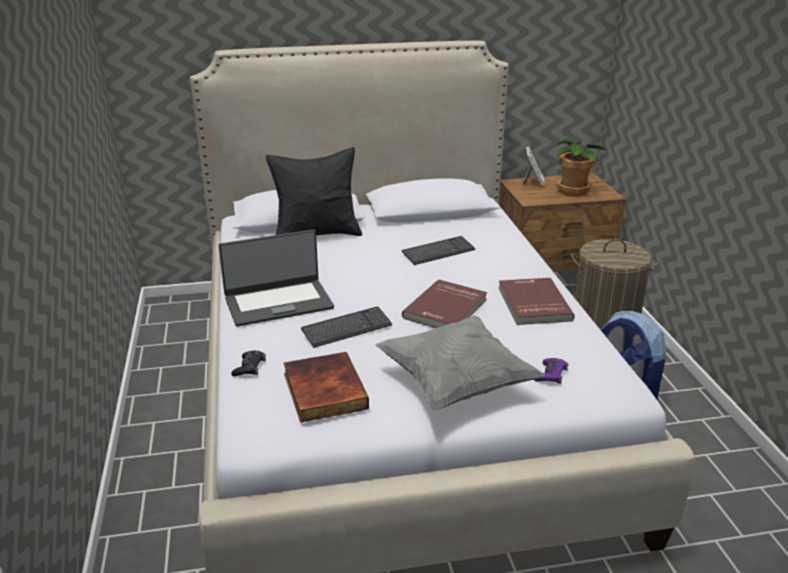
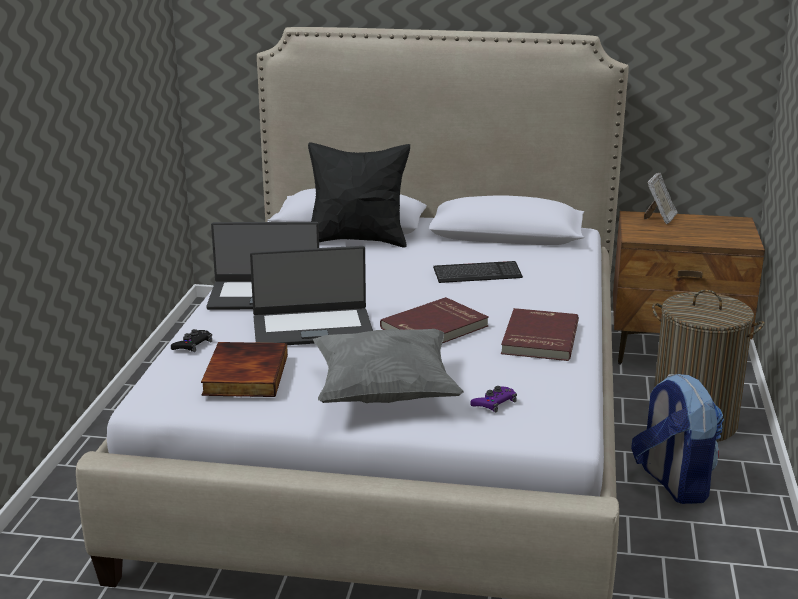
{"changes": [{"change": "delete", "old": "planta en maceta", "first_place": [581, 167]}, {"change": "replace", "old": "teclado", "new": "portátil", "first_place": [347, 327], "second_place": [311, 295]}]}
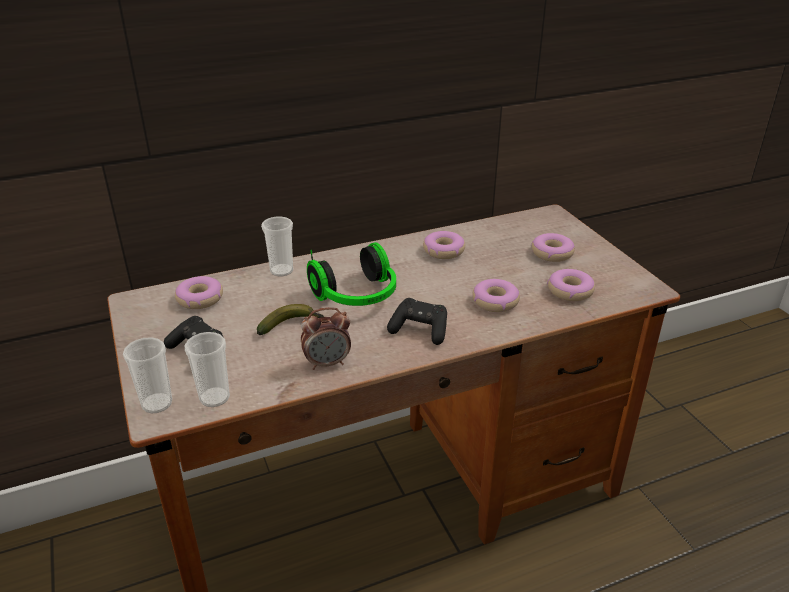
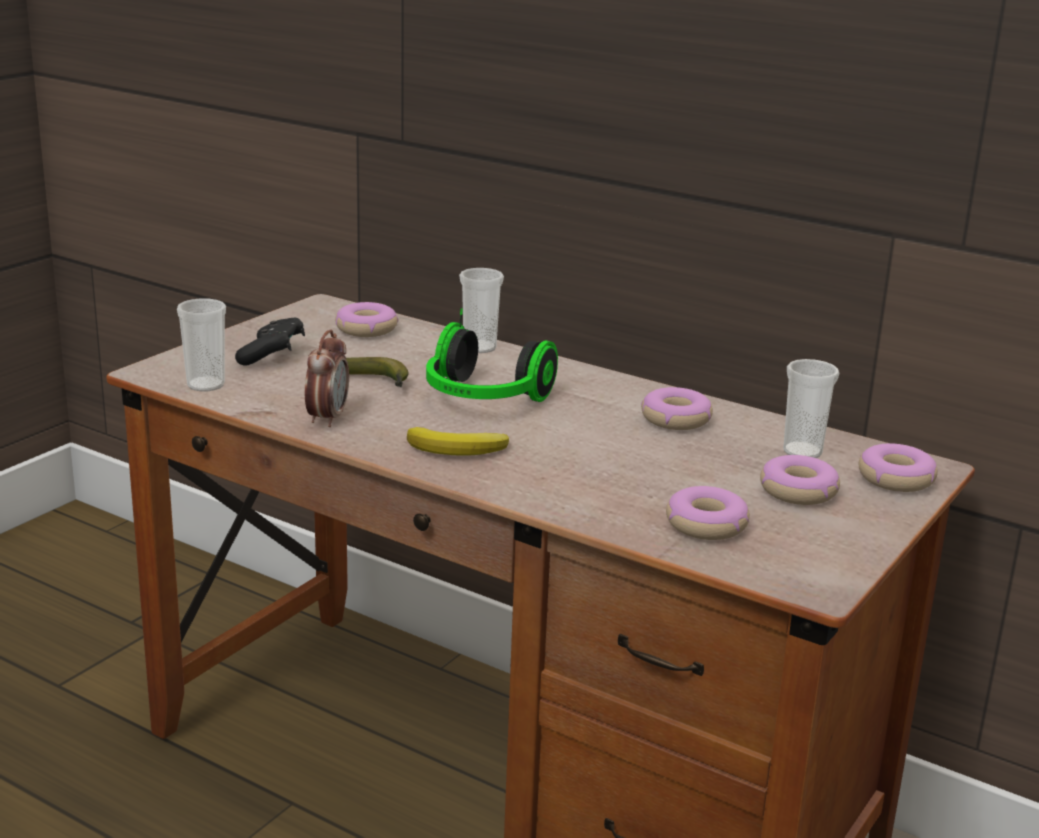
{"changes": [{"change": "move", "old": "rosquilla", "first_place": [496, 295], "second_place": [898, 467]}, {"change": "replace", "old": "mando de consola [negro]", "new": "plátano", "first_place": [417, 321], "second_place": [458, 441]}, {"change": "rotate", "old": "despertador", "first_place": [326, 338], "second_place": [327, 378], "degrees": -120}, {"change": "move", "old": "taza", "first_place": [147, 375], "second_place": [811, 408]}]}
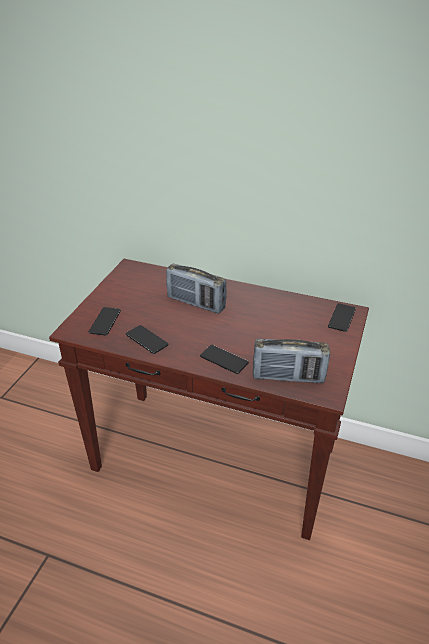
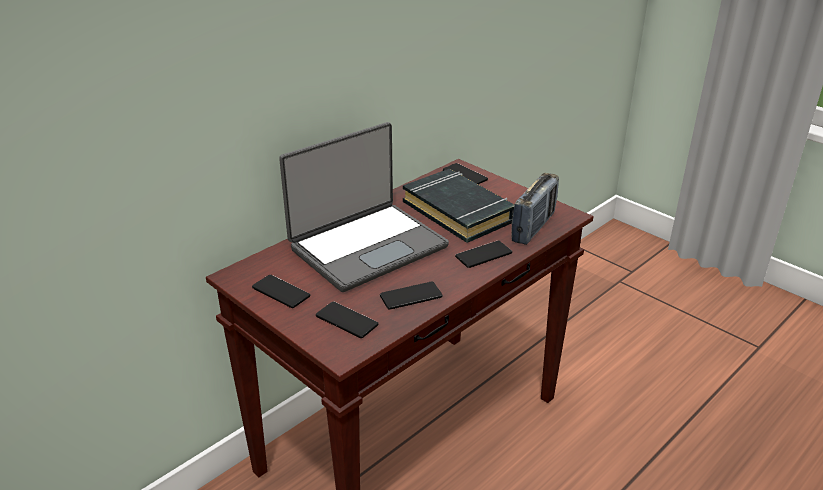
{"changes": [{"change": "replace", "old": "radio", "new": "portátil", "first_place": [196, 288], "second_place": [364, 207]}, {"change": "insert", "new": "libro [negro]", "second_place": [459, 206]}, {"change": "insert", "new": "móvil", "second_place": [281, 291]}]}
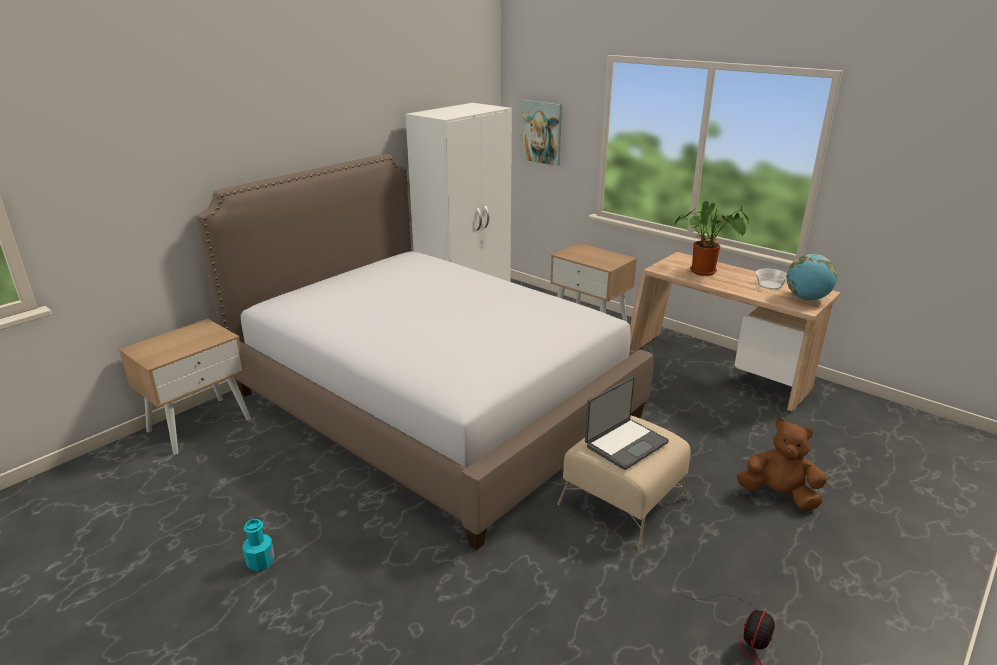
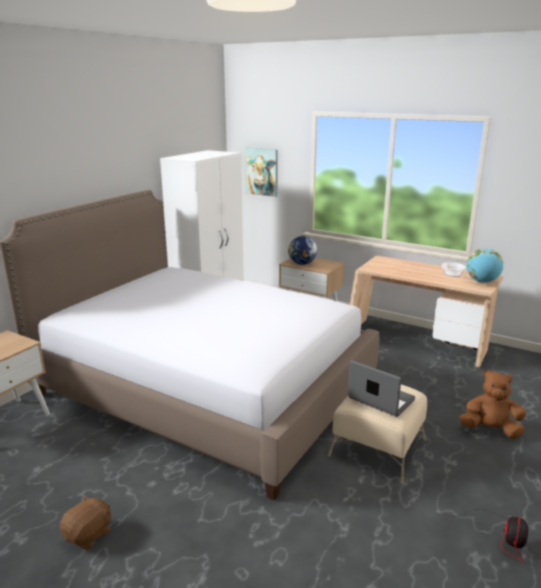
{"changes": [{"change": "delete", "old": "planta en maceta", "first_place": [712, 238]}, {"change": "rotate", "old": "portátil", "first_place": [627, 423], "second_place": [381, 388], "degrees": -90}, {"change": "replace", "old": "botella [turquesa]", "new": "peluche [marrón]", "first_place": [258, 545], "second_place": [85, 522]}, {"change": "insert", "new": "globo terráqueo", "second_place": [302, 250]}]}
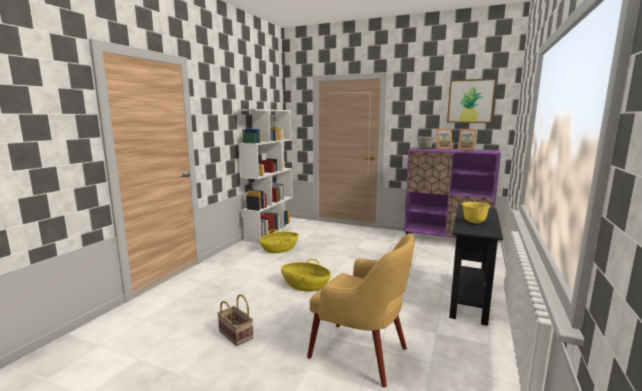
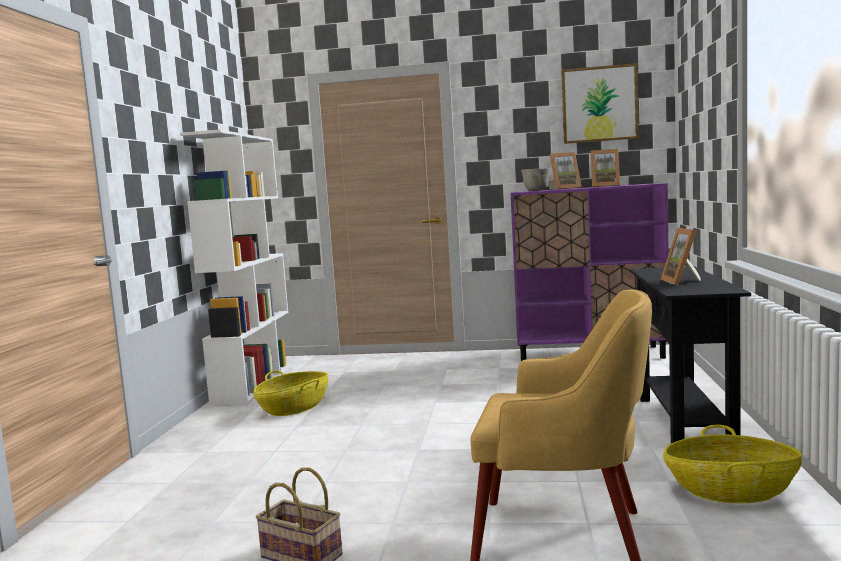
{"changes": [{"change": "replace", "old": "cuenco [amarillo]", "new": "portarretratos", "first_place": [476, 212], "second_place": [681, 256]}, {"change": "move", "old": "cesta", "first_place": [306, 275], "second_place": [732, 464]}]}
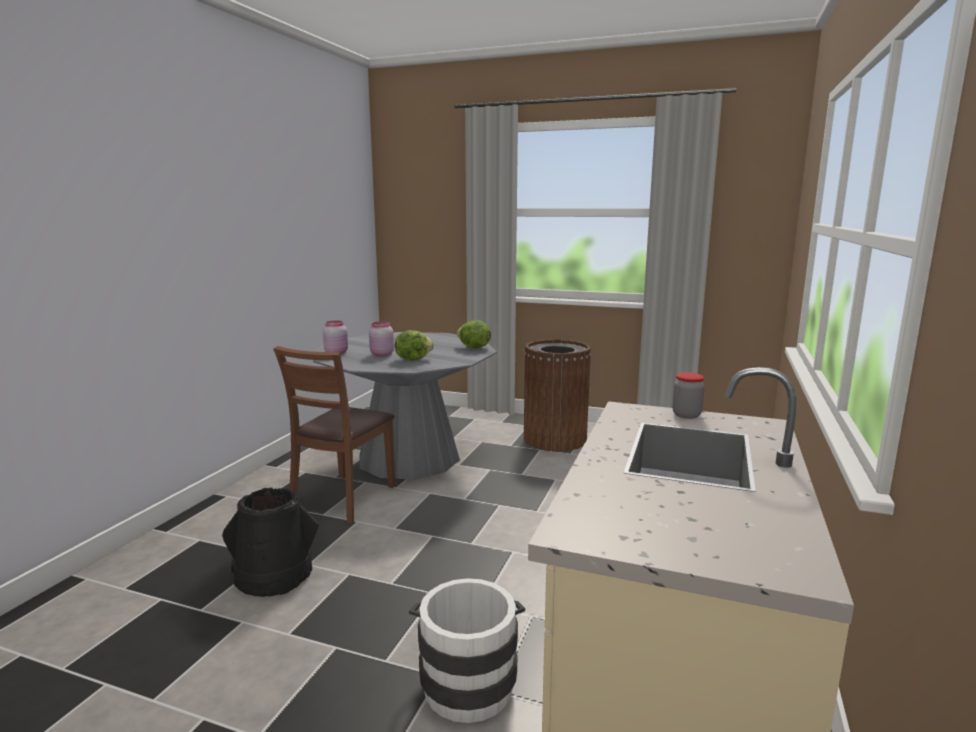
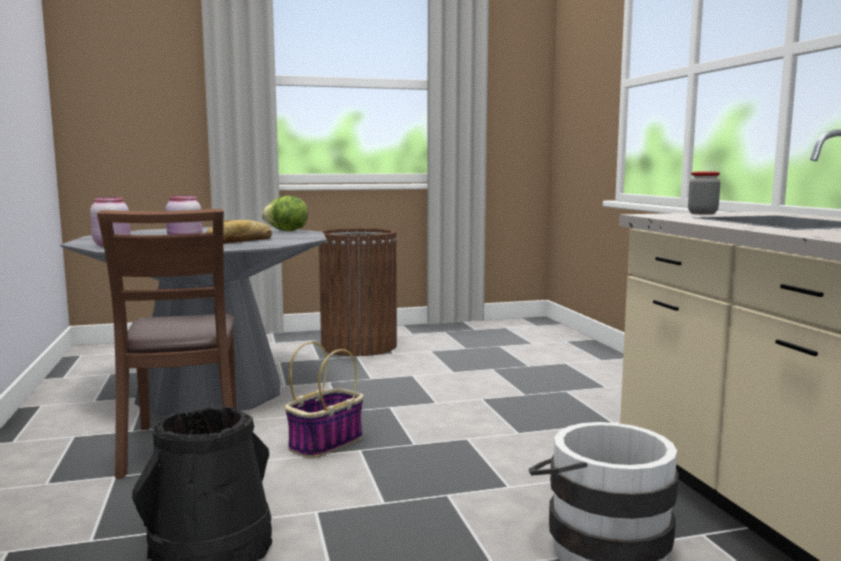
{"changes": [{"change": "replace", "old": "lechuga", "new": "pan", "first_place": [414, 345], "second_place": [239, 232]}, {"change": "insert", "new": "cesta", "second_place": [324, 400]}]}
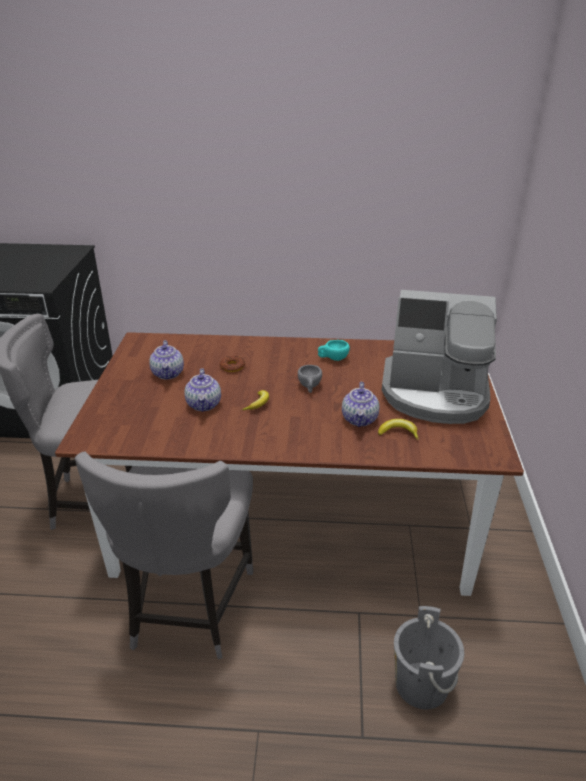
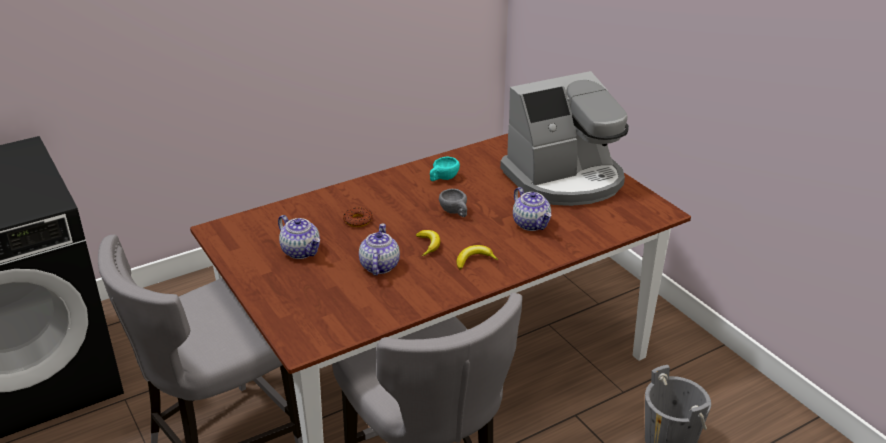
{"changes": [{"change": "rotate", "old": "tetera", "first_place": [202, 390], "second_place": [379, 250], "degrees": -135}, {"change": "move", "old": "plátano", "first_place": [398, 429], "second_place": [477, 257]}]}
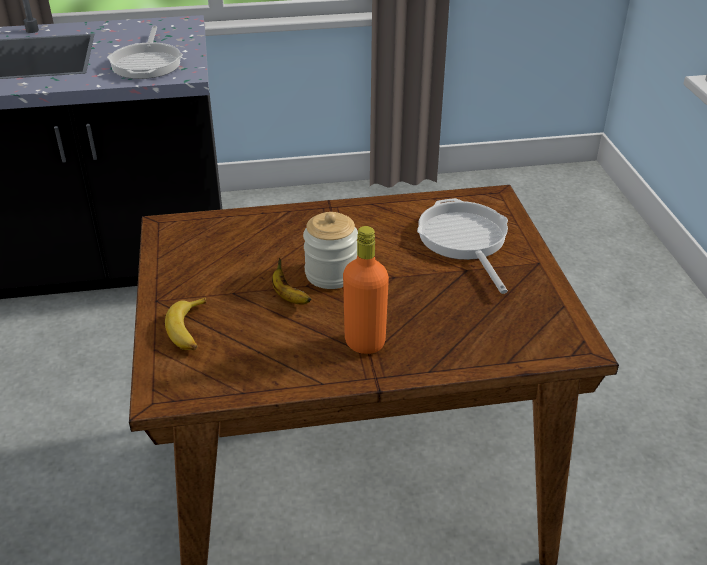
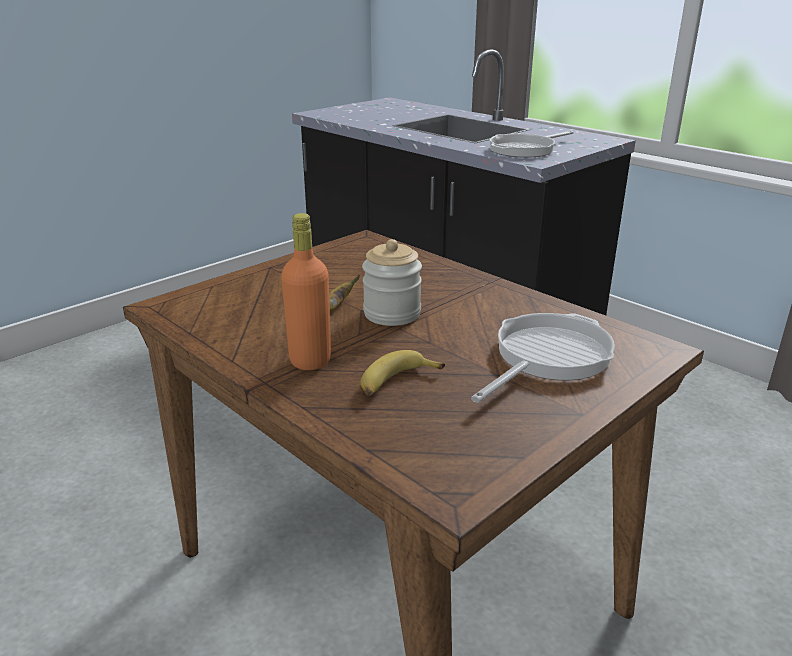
{"changes": [{"change": "move", "old": "plátano", "first_place": [185, 323], "second_place": [402, 373]}]}
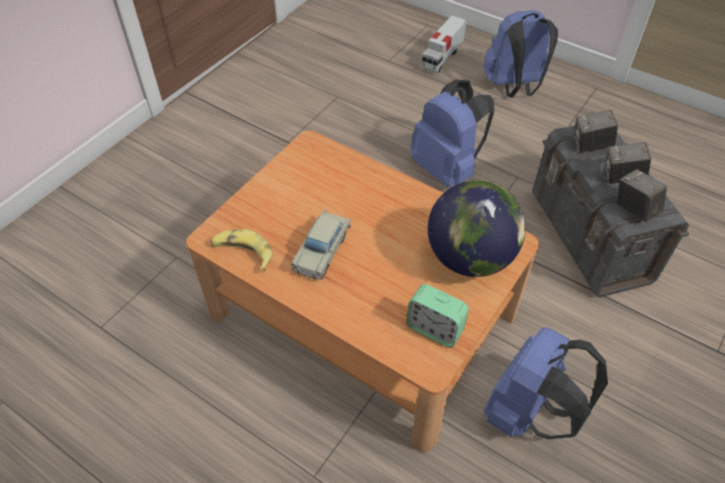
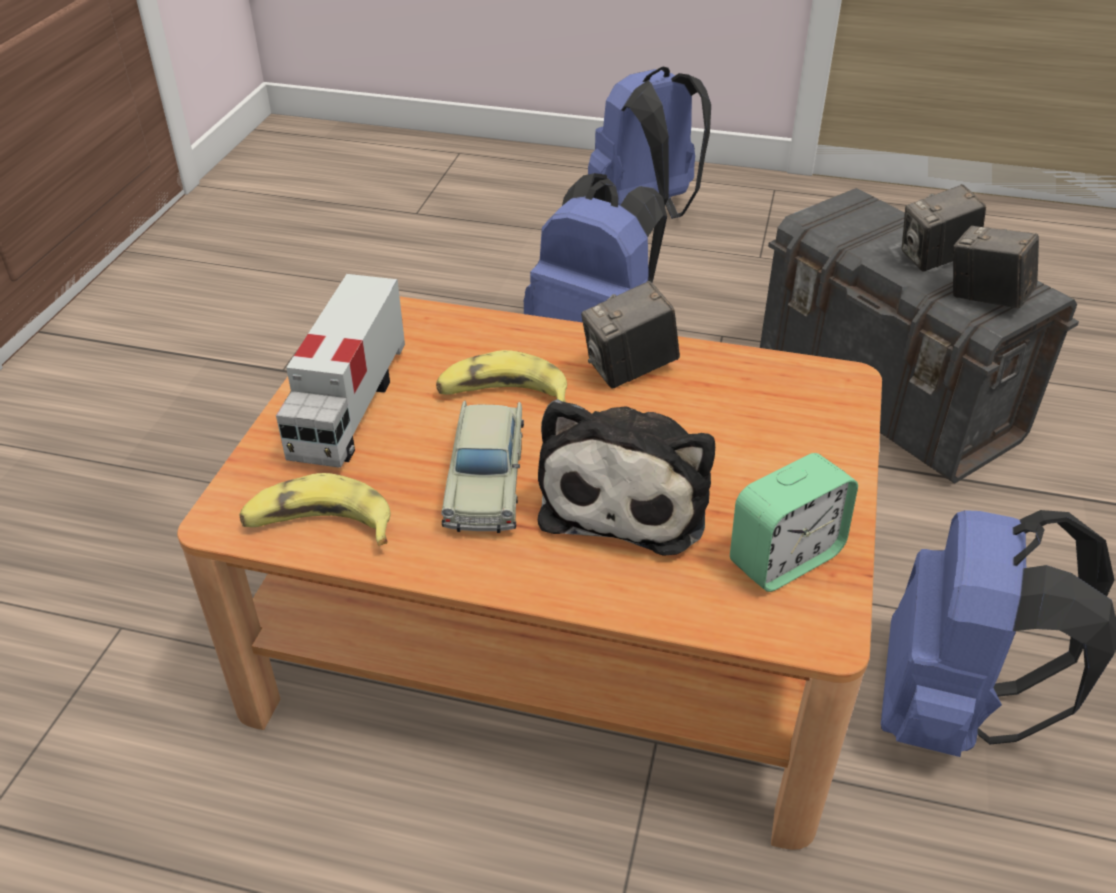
{"changes": [{"change": "move", "old": "camión de juguete", "first_place": [444, 45], "second_place": [340, 371]}, {"change": "move", "old": "cámara", "first_place": [595, 131], "second_place": [630, 334]}, {"change": "delete", "old": "globo terráqueo", "first_place": [477, 228]}, {"change": "rotate", "old": "despertador", "first_place": [438, 316], "second_place": [794, 522], "degrees": -45}, {"change": "insert", "new": "plátano", "second_place": [501, 376]}, {"change": "insert", "new": "peluche", "second_place": [626, 477]}]}
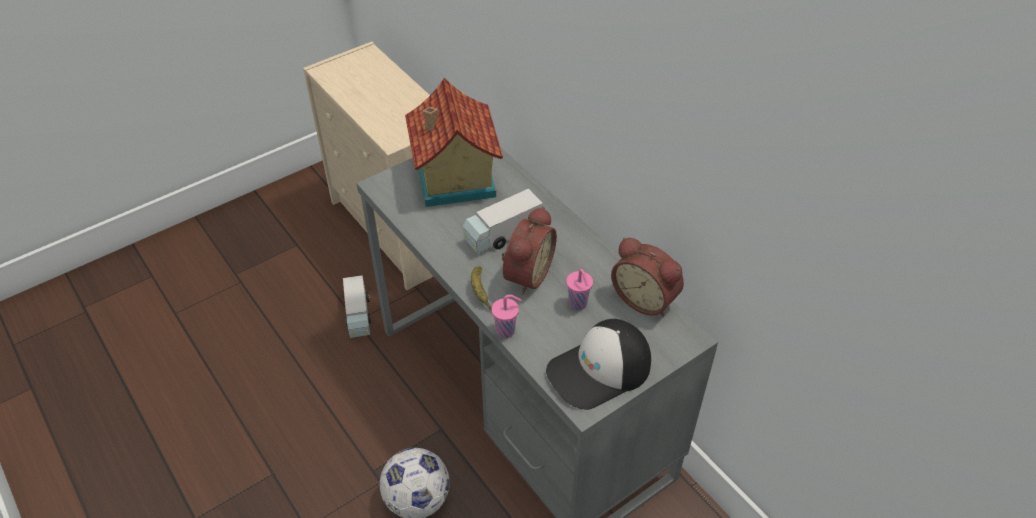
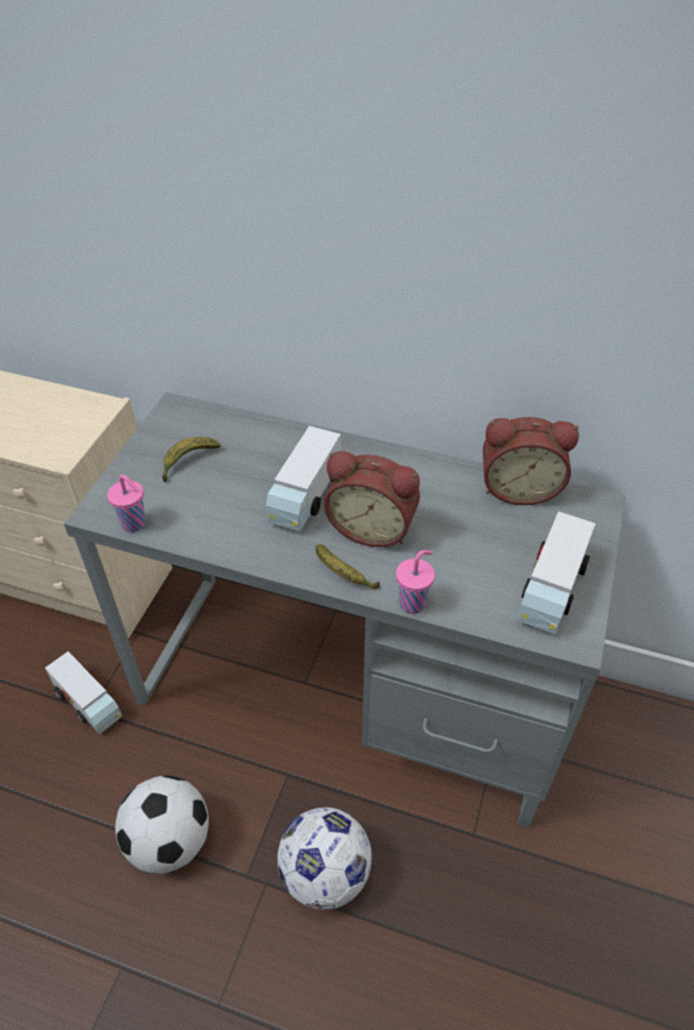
{"changes": [{"change": "replace", "old": "casita", "new": "plátano", "first_place": [454, 142], "second_place": [191, 459]}, {"change": "rotate", "old": "despertador", "first_place": [529, 250], "second_place": [372, 499], "degrees": 120}, {"change": "move", "old": "taza [rosa]", "first_place": [579, 289], "second_place": [126, 503]}, {"change": "replace", "old": "gorra", "new": "camión de juguete", "first_place": [598, 364], "second_place": [556, 573]}, {"change": "insert", "new": "balón de fútbol", "second_place": [162, 824]}]}
